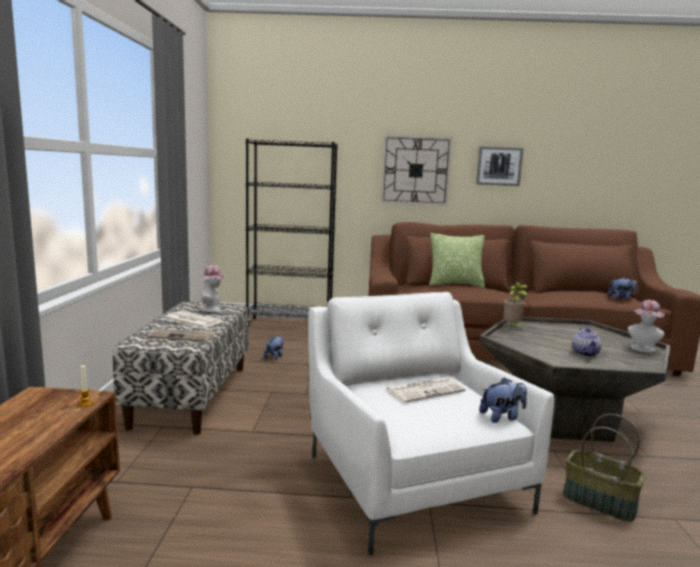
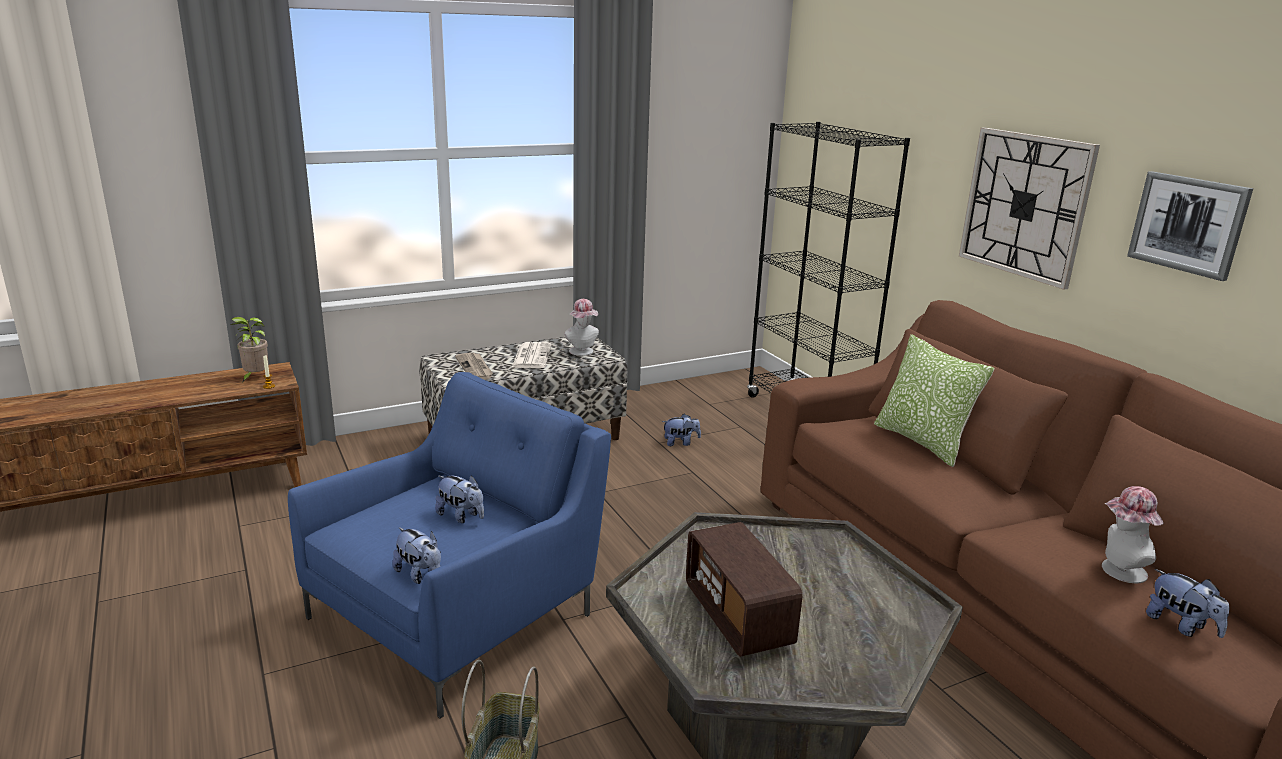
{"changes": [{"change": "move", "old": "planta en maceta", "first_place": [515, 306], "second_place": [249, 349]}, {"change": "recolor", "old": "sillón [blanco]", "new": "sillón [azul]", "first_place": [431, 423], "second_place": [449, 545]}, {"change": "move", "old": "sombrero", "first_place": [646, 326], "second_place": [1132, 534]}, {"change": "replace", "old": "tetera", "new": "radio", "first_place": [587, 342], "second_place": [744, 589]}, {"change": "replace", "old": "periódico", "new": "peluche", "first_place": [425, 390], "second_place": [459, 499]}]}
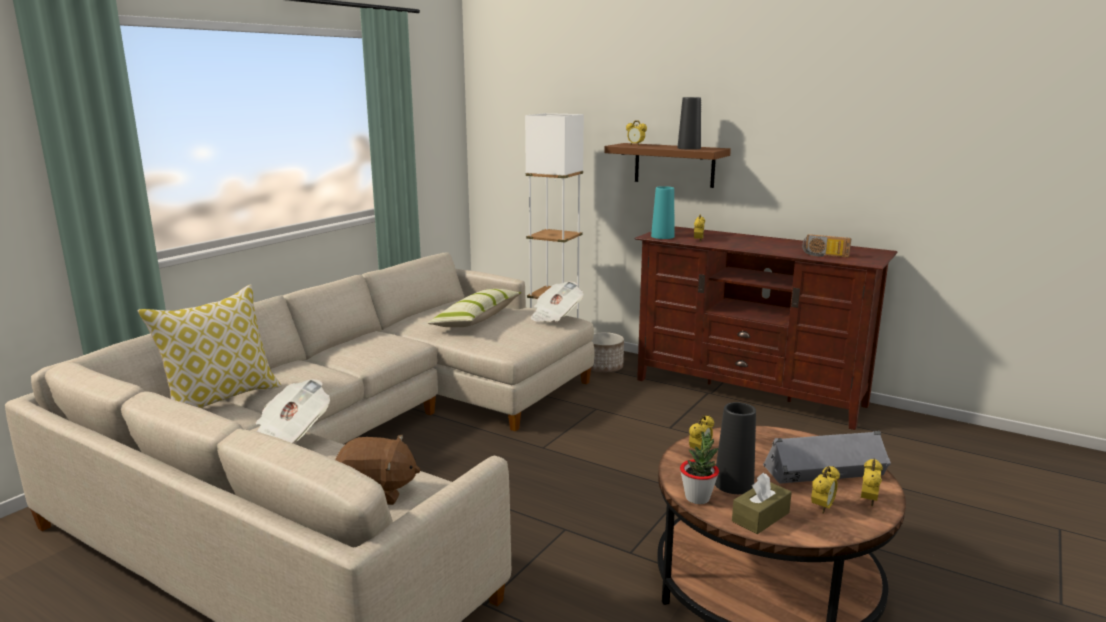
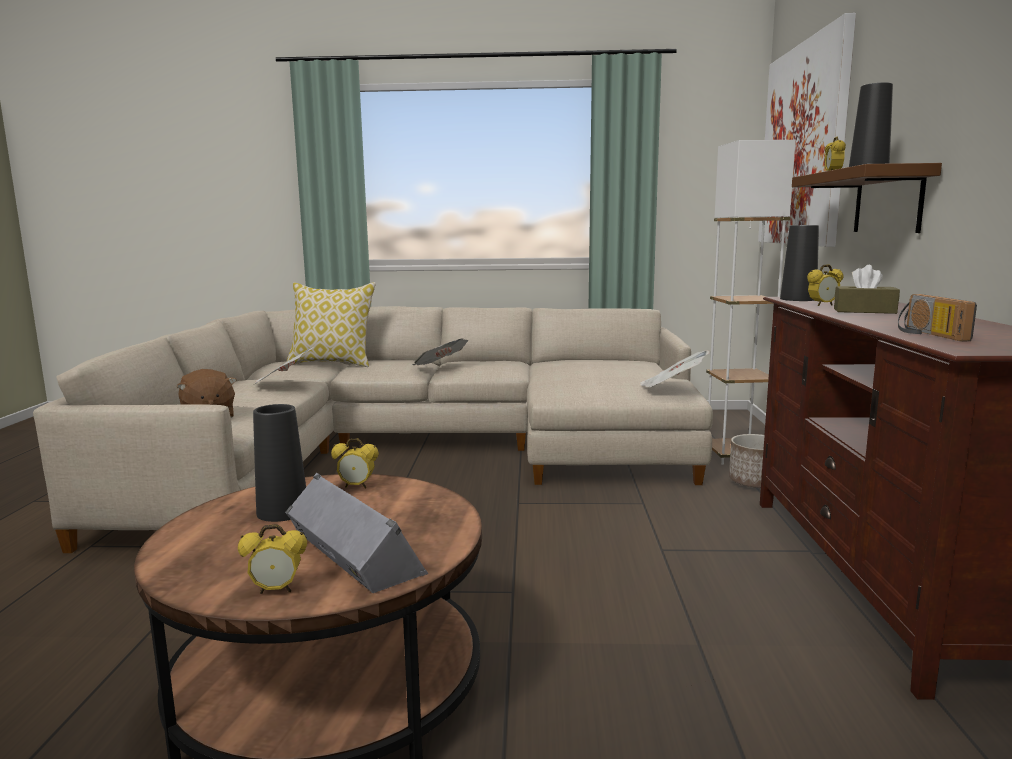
{"changes": [{"change": "recolor", "old": "florero [turquesa]", "new": "florero [negro]", "first_place": [663, 212], "second_place": [799, 263]}, {"change": "delete", "old": "cojín", "first_place": [474, 308]}, {"change": "delete", "old": "planta en maceta", "first_place": [699, 468]}, {"change": "delete", "old": "despertador", "first_place": [825, 489]}, {"change": "move", "old": "caja de pañuelos [marrón]", "first_place": [762, 503], "second_place": [867, 289]}, {"change": "insert", "new": "cuadro", "second_place": [807, 130]}, {"change": "insert", "new": "periódico", "second_place": [440, 351]}]}
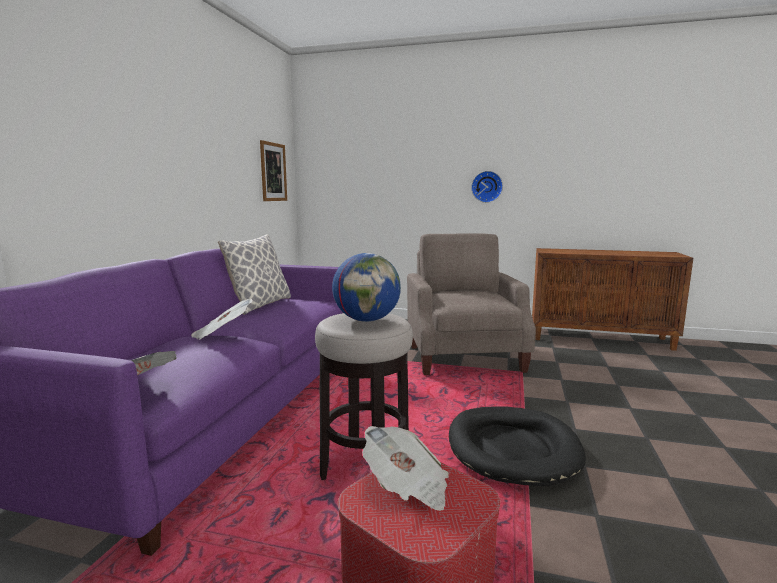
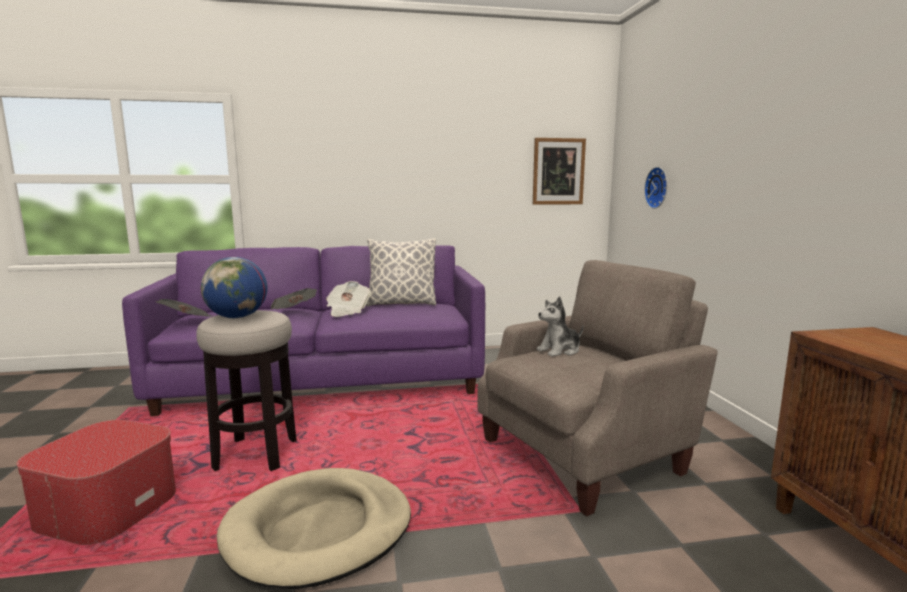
{"changes": [{"change": "move", "old": "reloj de pared", "first_place": [487, 187], "second_place": [655, 188]}, {"change": "recolor", "old": "cama para perro [negro]", "new": "cama para perro [beis]", "first_place": [517, 446], "second_place": [313, 528]}, {"change": "move", "old": "periódico", "first_place": [405, 468], "second_place": [348, 299]}, {"change": "insert", "new": "peluche", "second_place": [560, 326]}]}
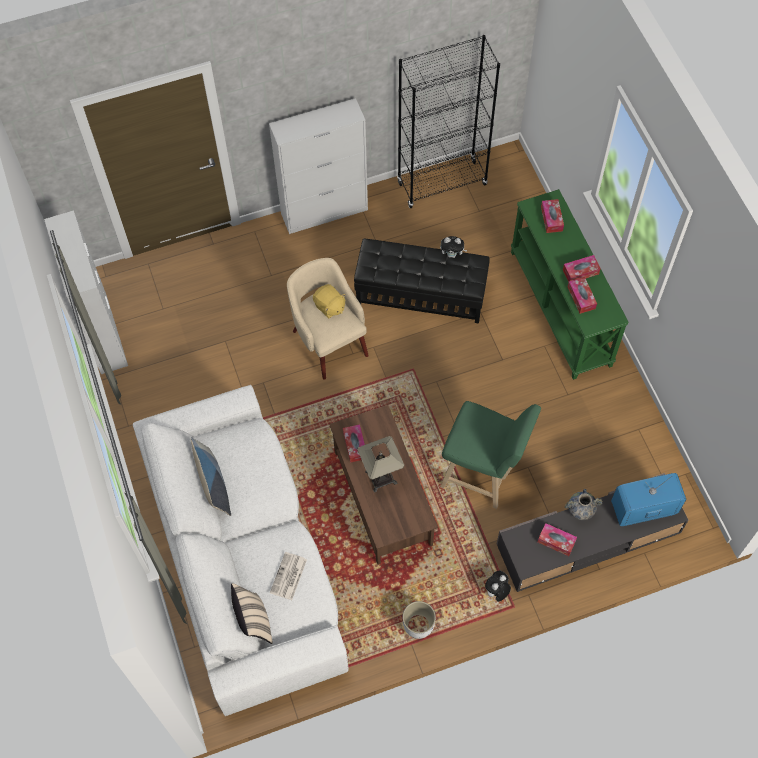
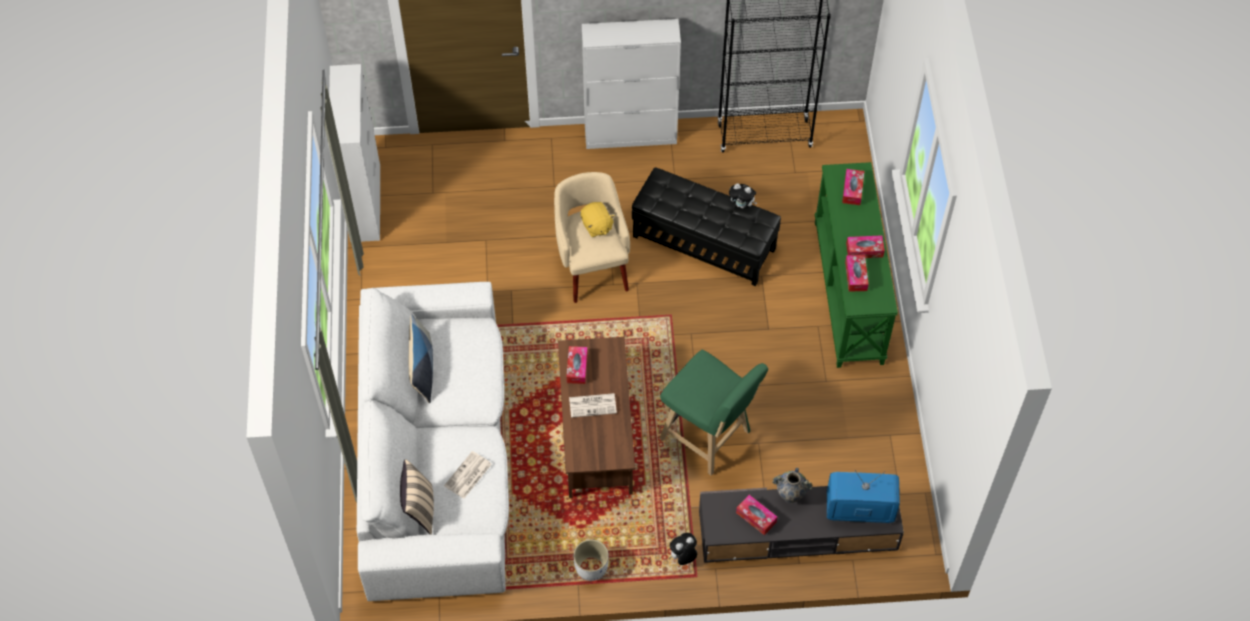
{"changes": [{"change": "replace", "old": "lámpara de mesa", "new": "periódico", "first_place": [381, 464], "second_place": [593, 405]}]}
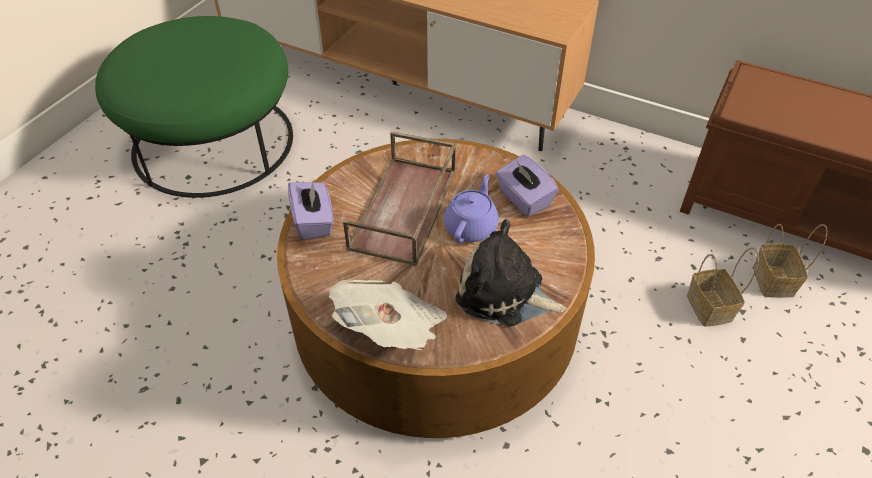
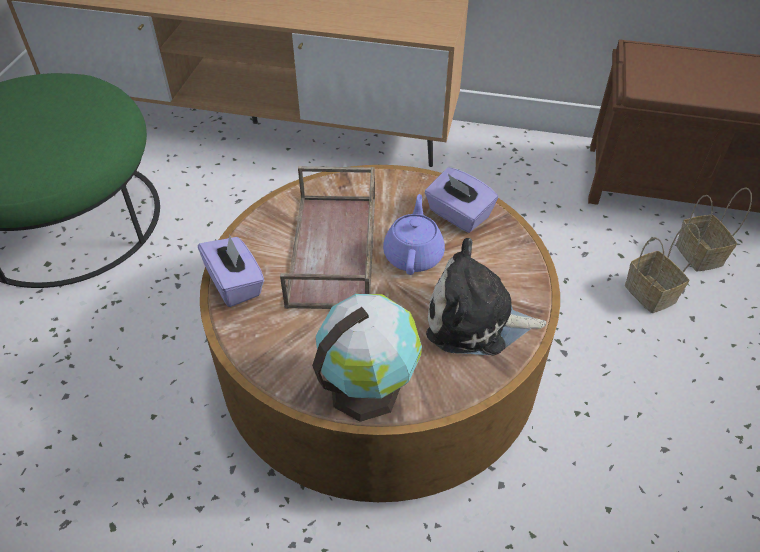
{"changes": [{"change": "replace", "old": "periódico", "new": "globo terráqueo", "first_place": [388, 315], "second_place": [367, 358]}]}
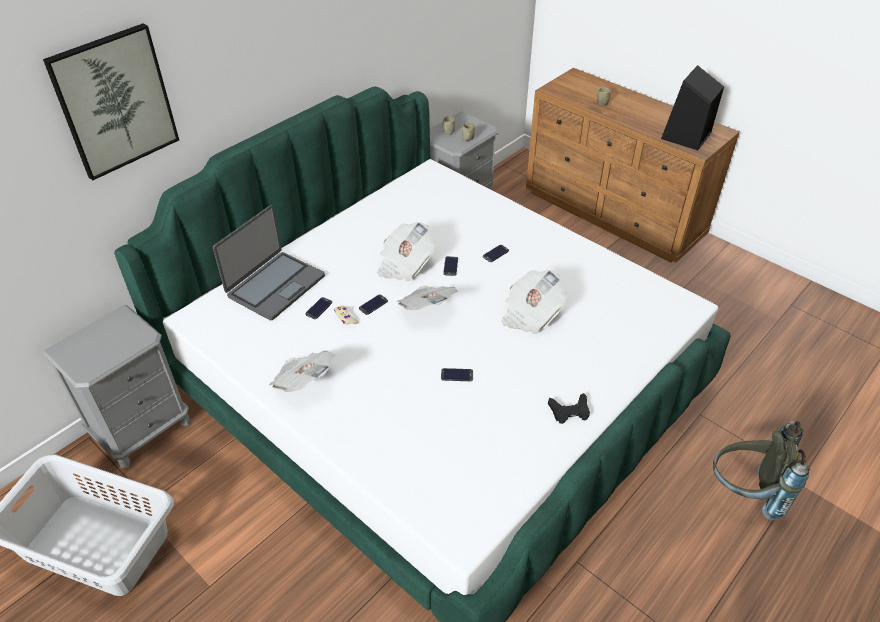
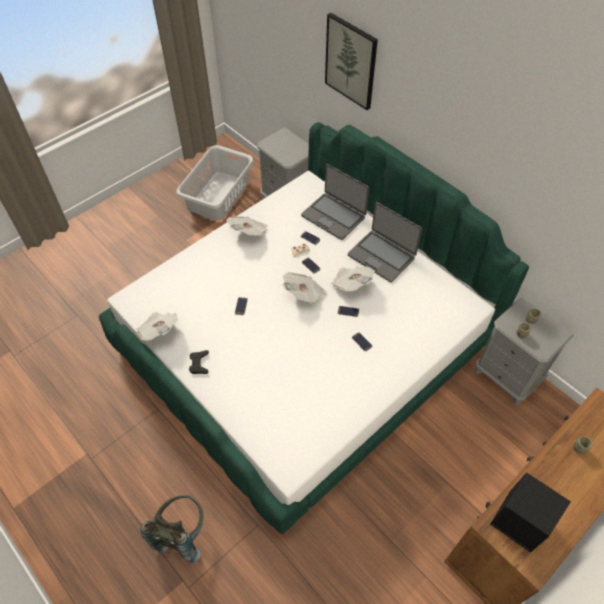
{"changes": [{"change": "move", "old": "periódico", "first_place": [535, 302], "second_place": [157, 326]}, {"change": "insert", "new": "portátil", "second_place": [385, 242]}]}
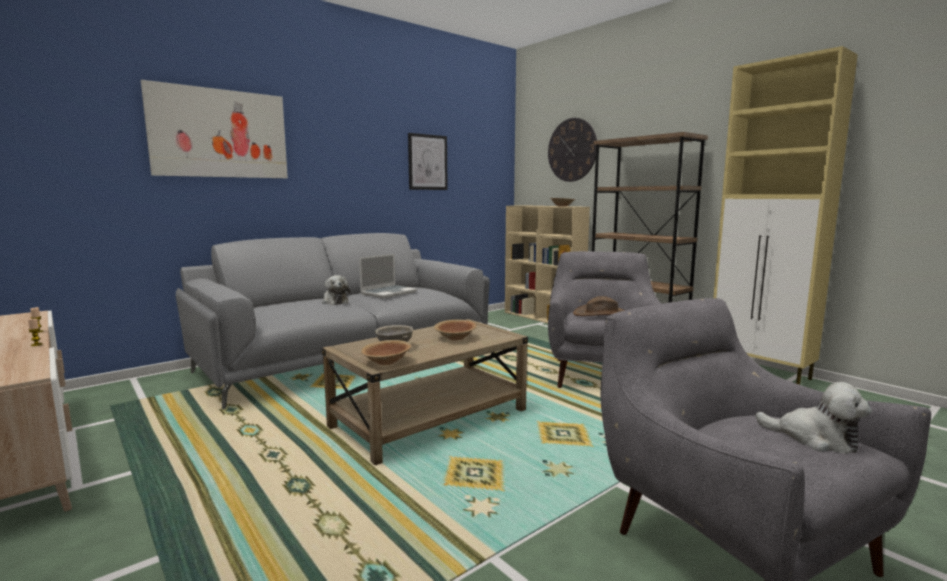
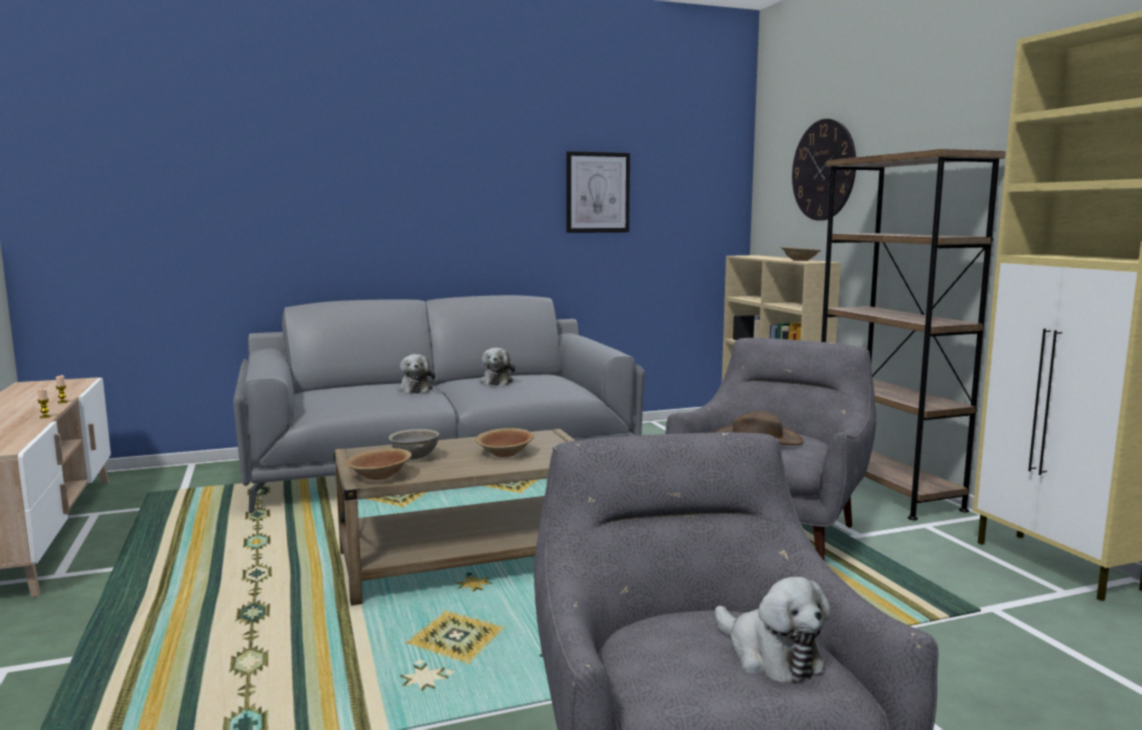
{"changes": [{"change": "delete", "old": "cuadro", "first_place": [214, 129]}, {"change": "replace", "old": "portátil", "new": "peluche", "first_place": [388, 276], "second_place": [497, 367]}]}
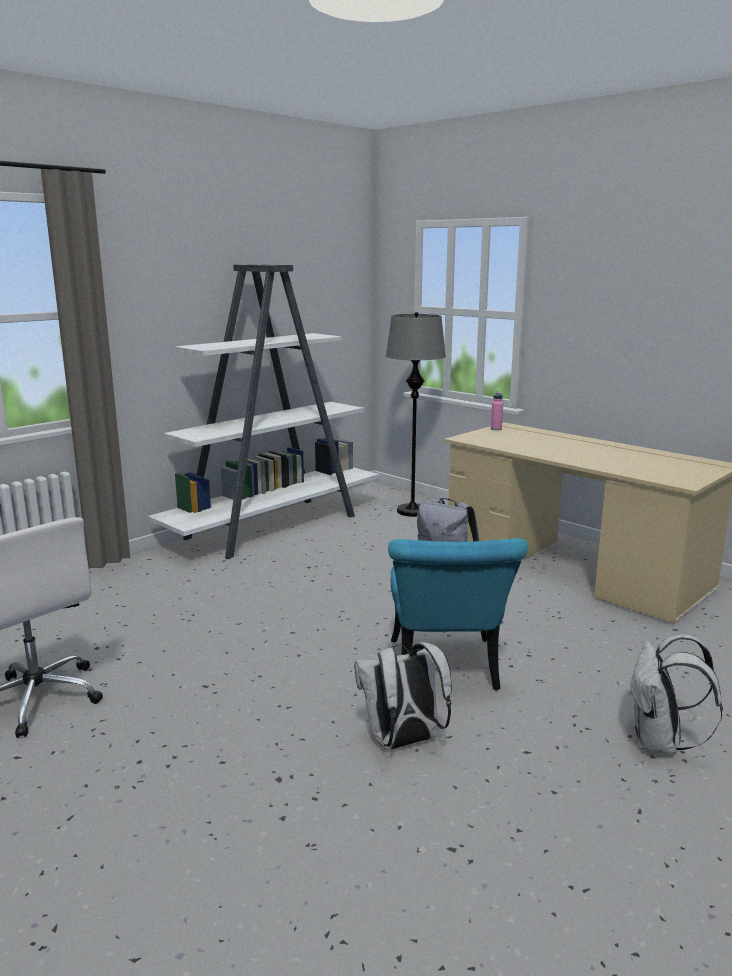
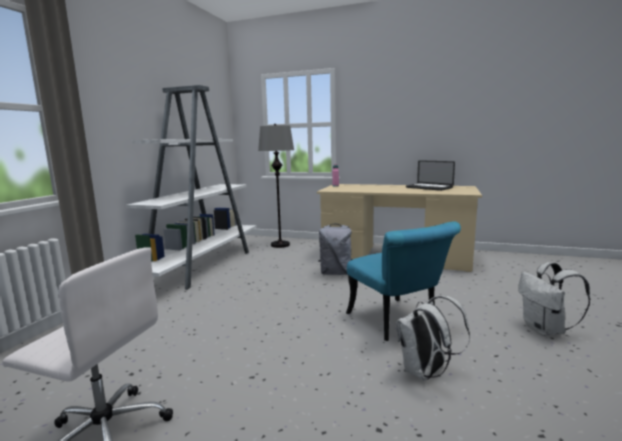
{"changes": [{"change": "insert", "new": "portátil", "second_place": [430, 175]}]}
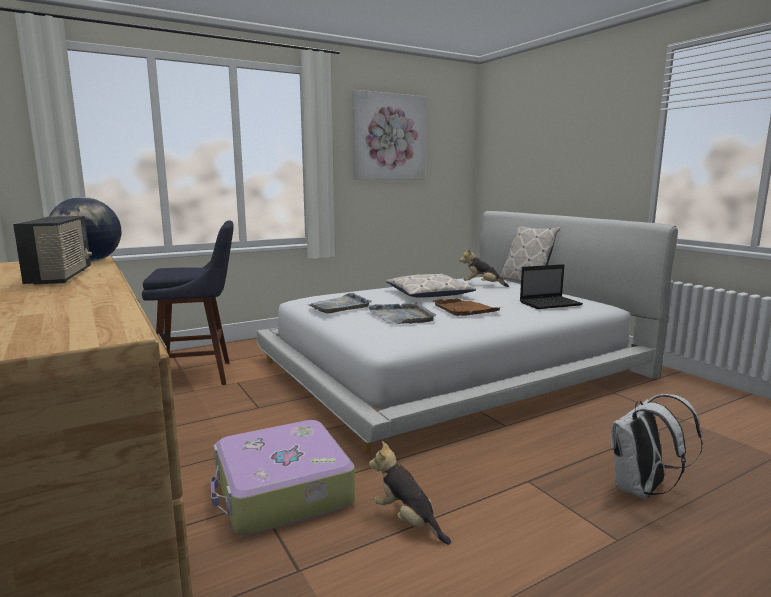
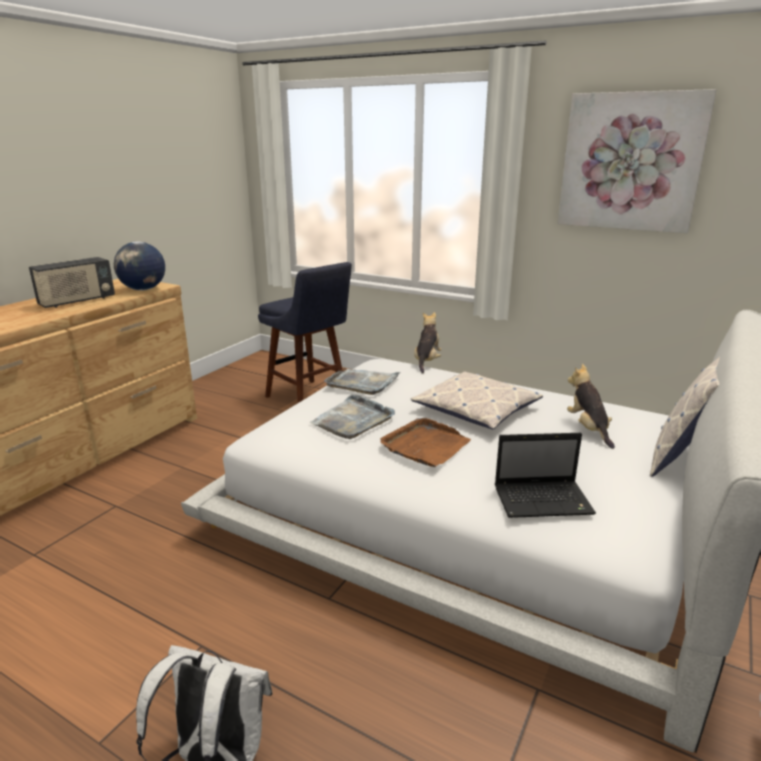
{"changes": [{"change": "rotate", "old": "portátil", "first_place": [551, 286], "second_place": [545, 475], "degrees": -45}, {"change": "delete", "old": "maleta", "first_place": [283, 477]}, {"change": "move", "old": "peluche", "first_place": [410, 493], "second_place": [428, 342]}]}
